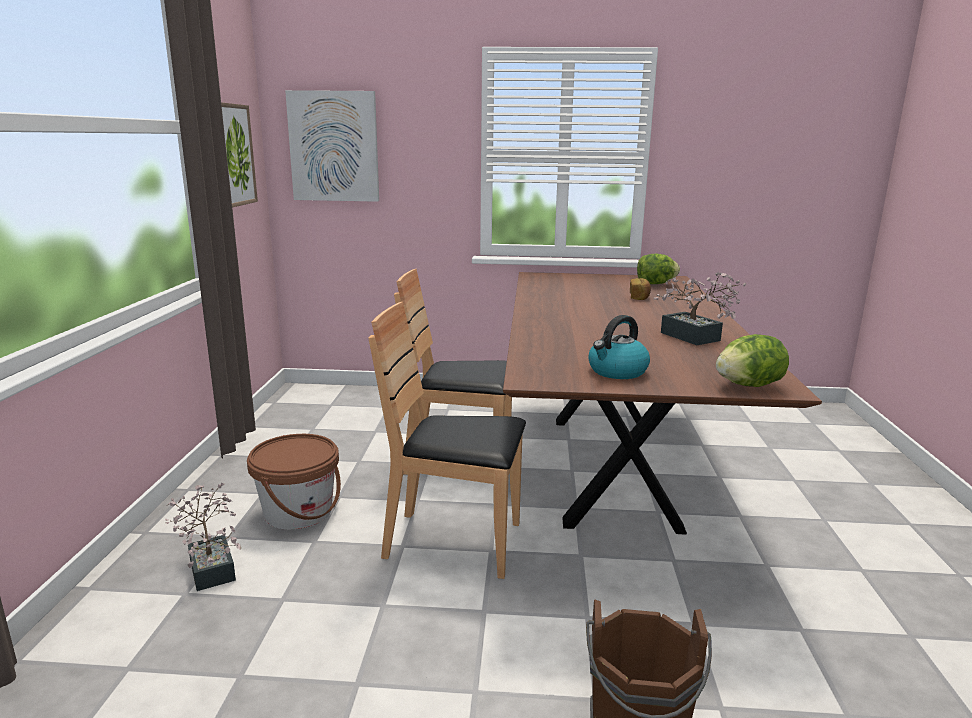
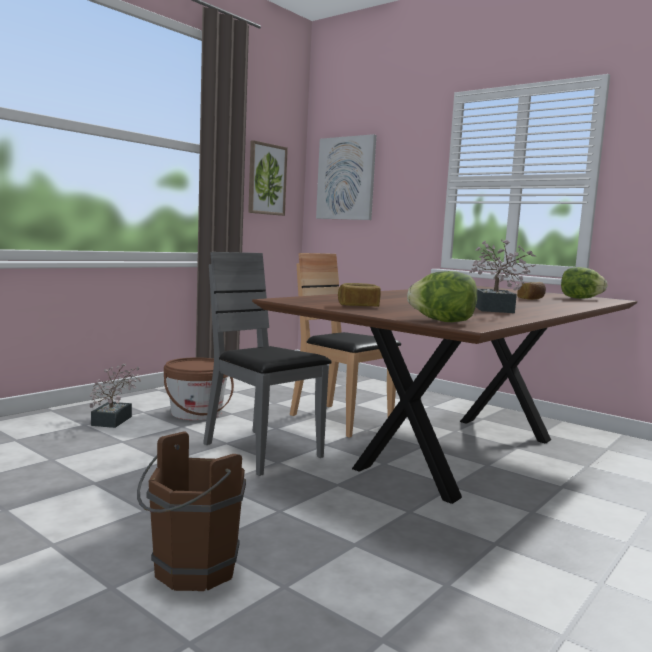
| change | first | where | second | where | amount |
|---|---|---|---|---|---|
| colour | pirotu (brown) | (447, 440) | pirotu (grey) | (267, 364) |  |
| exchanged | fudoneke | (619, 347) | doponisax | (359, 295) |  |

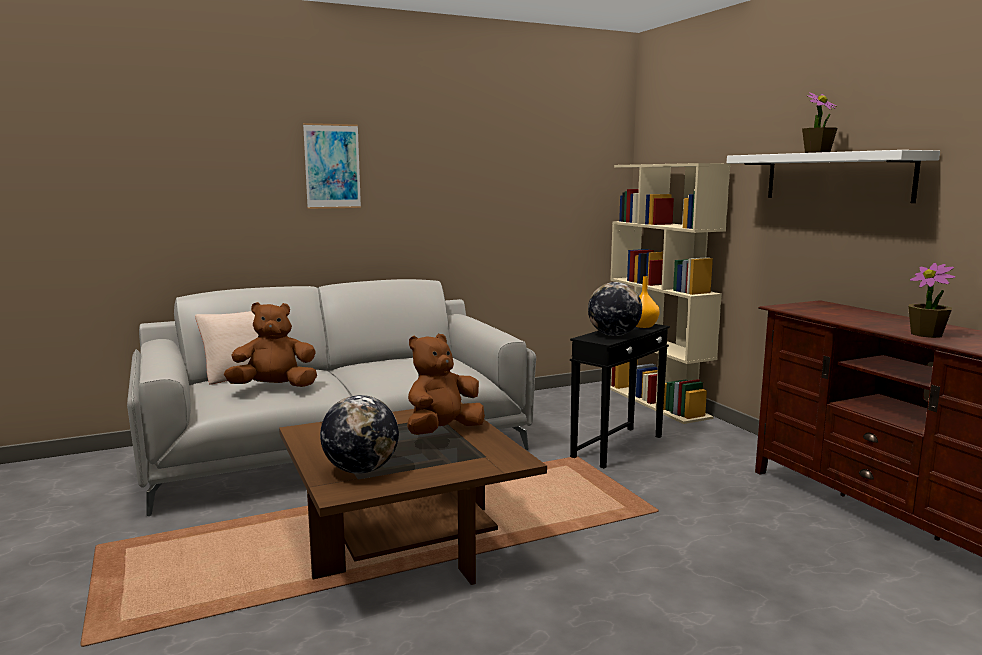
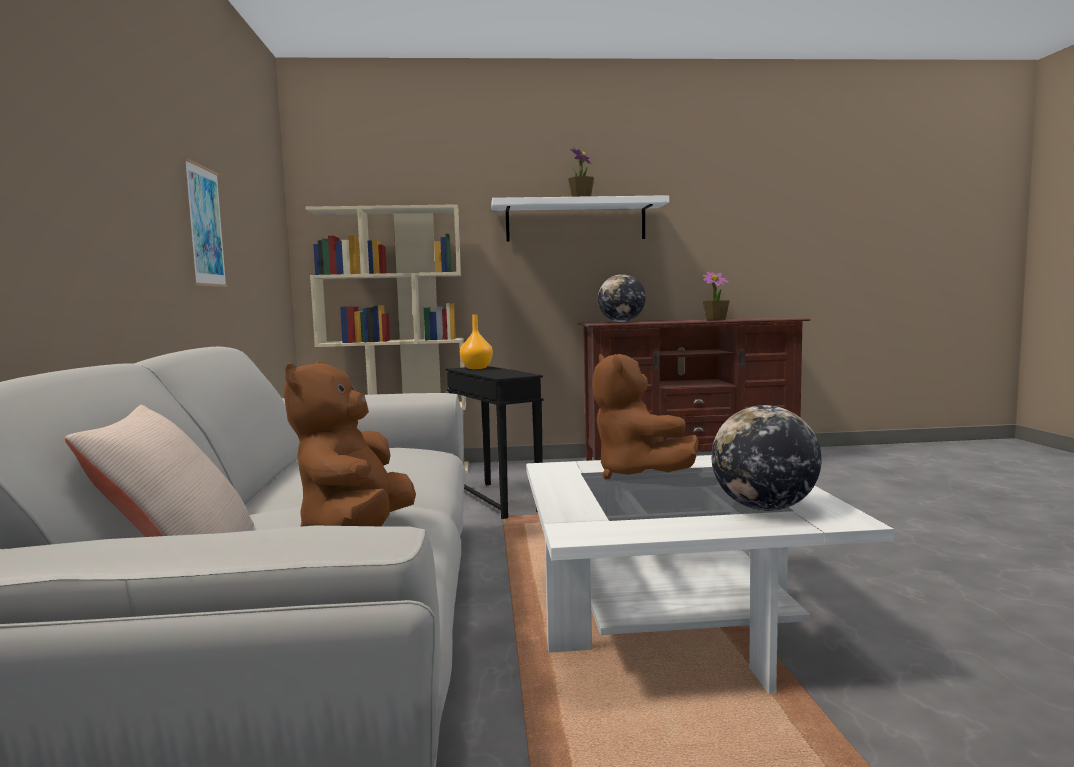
| change | first | where | second | where | amount |
|---|---|---|---|---|---|
| relocated | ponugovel | (332, 166) |  | (206, 222) |  |
| colour | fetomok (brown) | (413, 494) | fetomok (white) | (710, 574) |  |
| relocated | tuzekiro | (615, 309) |  | (621, 298) |  |

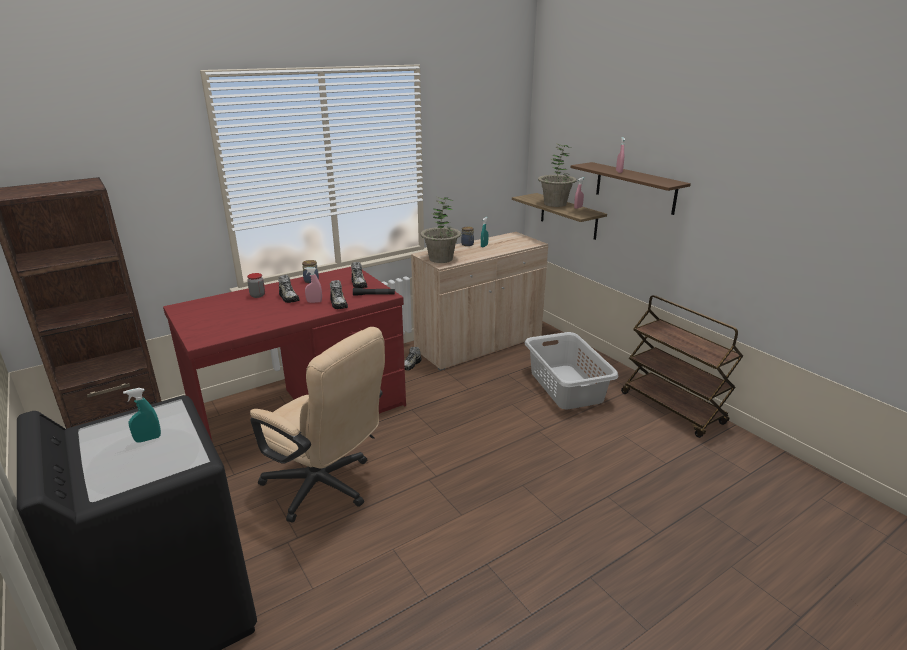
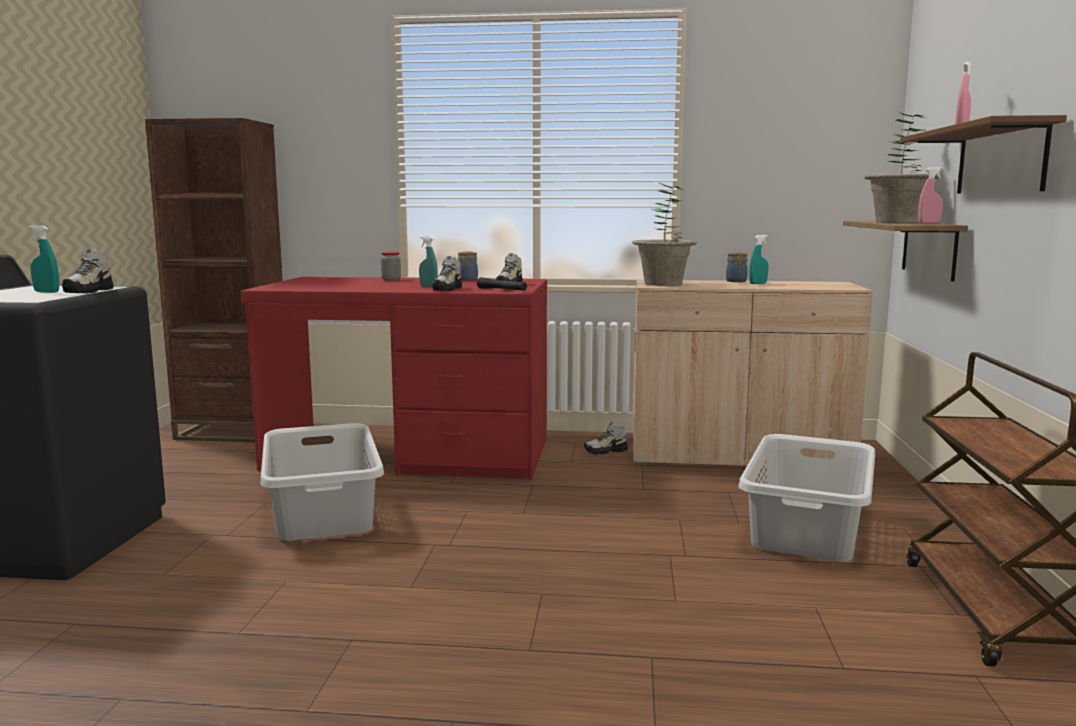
| change | first | where | second | where | amount |
|---|---|---|---|---|---|
| relocated | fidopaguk | (289, 289) |  | (88, 271) |  |
| exchanged | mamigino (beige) | (317, 425) | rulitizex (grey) | (322, 482) |  |
| colour | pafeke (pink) | (313, 285) | pafeke (turquoise) | (428, 261) |  |

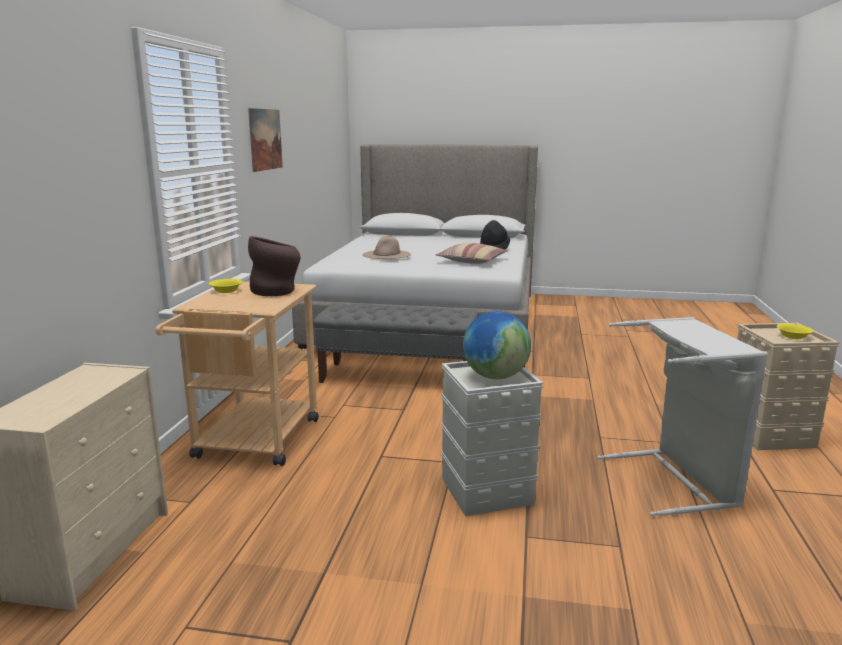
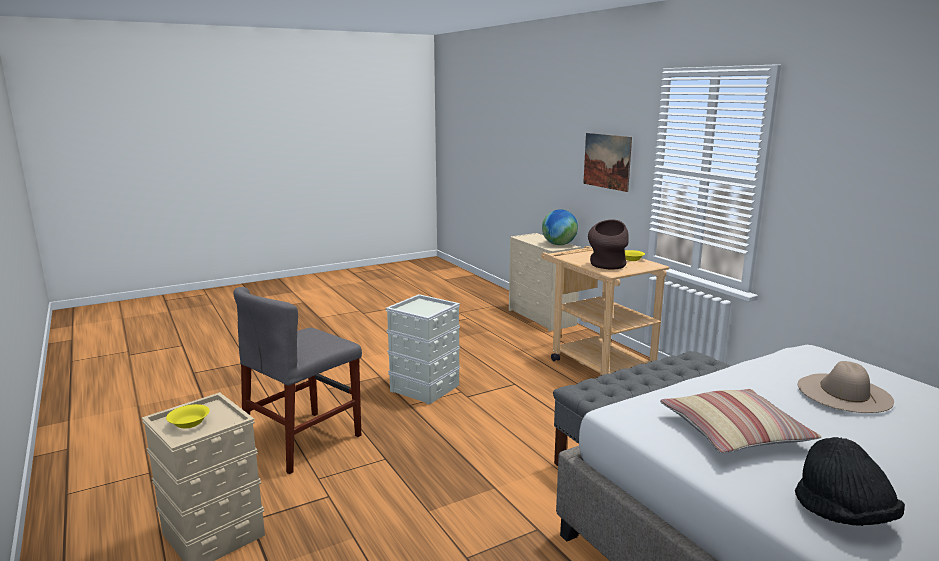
| change | first | where | second | where | amount |
|---|---|---|---|---|---|
| exchanged | rulitizex (grey) | (682, 416) | pirotu (grey) | (297, 380) |  |
| relocated | tuzekiro | (497, 345) |  | (560, 227) |  |
| relocated | ponugovel | (265, 140) |  | (607, 162) |  |

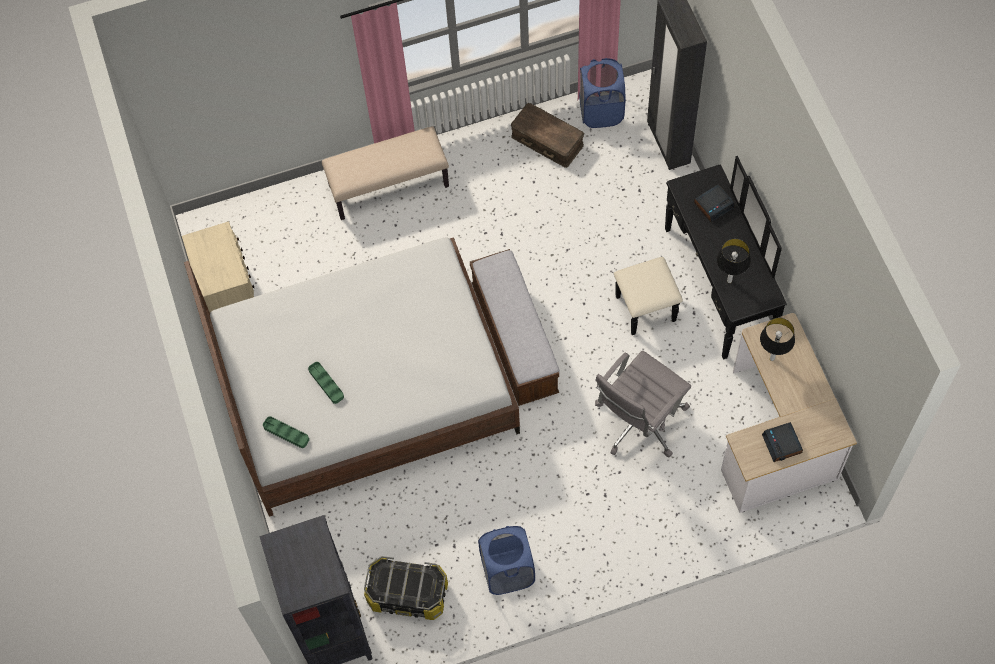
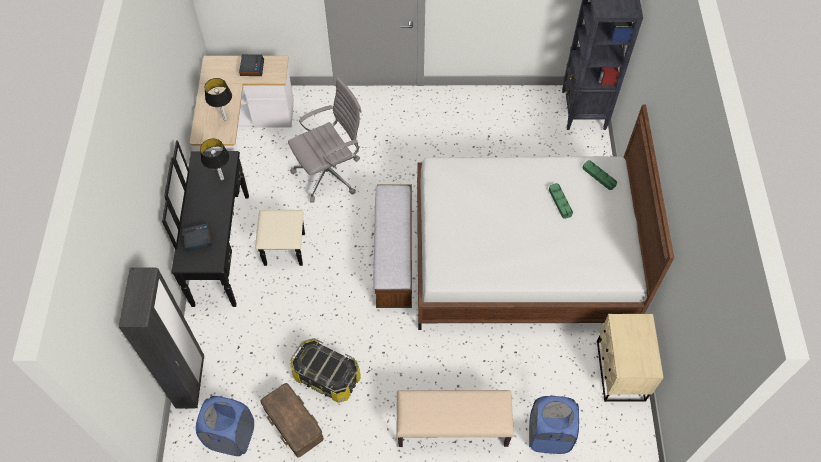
| change | first | where | second | where | amount |
|---|---|---|---|---|---|
| relocated | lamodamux | (406, 588) |  | (325, 370) |  |
| relocated | rulitizex (blue) | (506, 560) |  | (554, 424) |  |

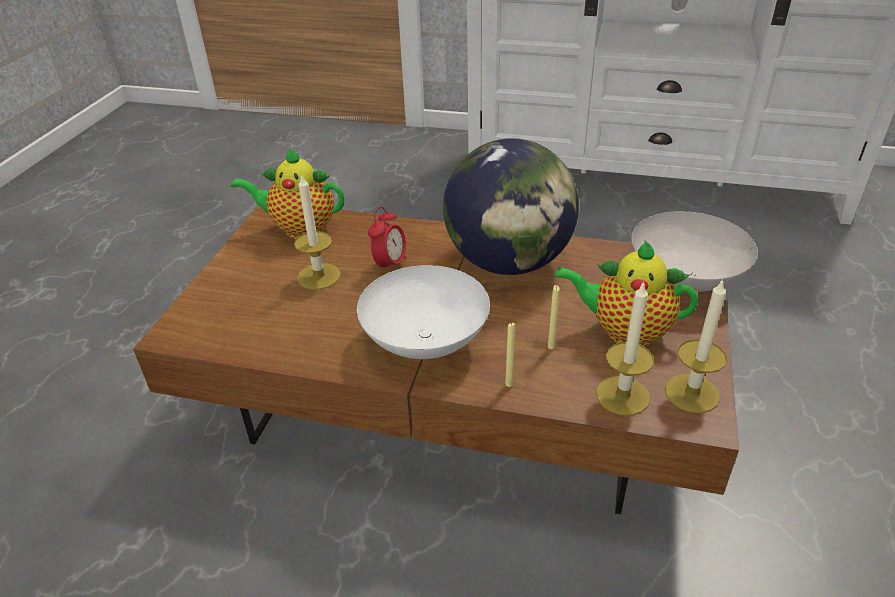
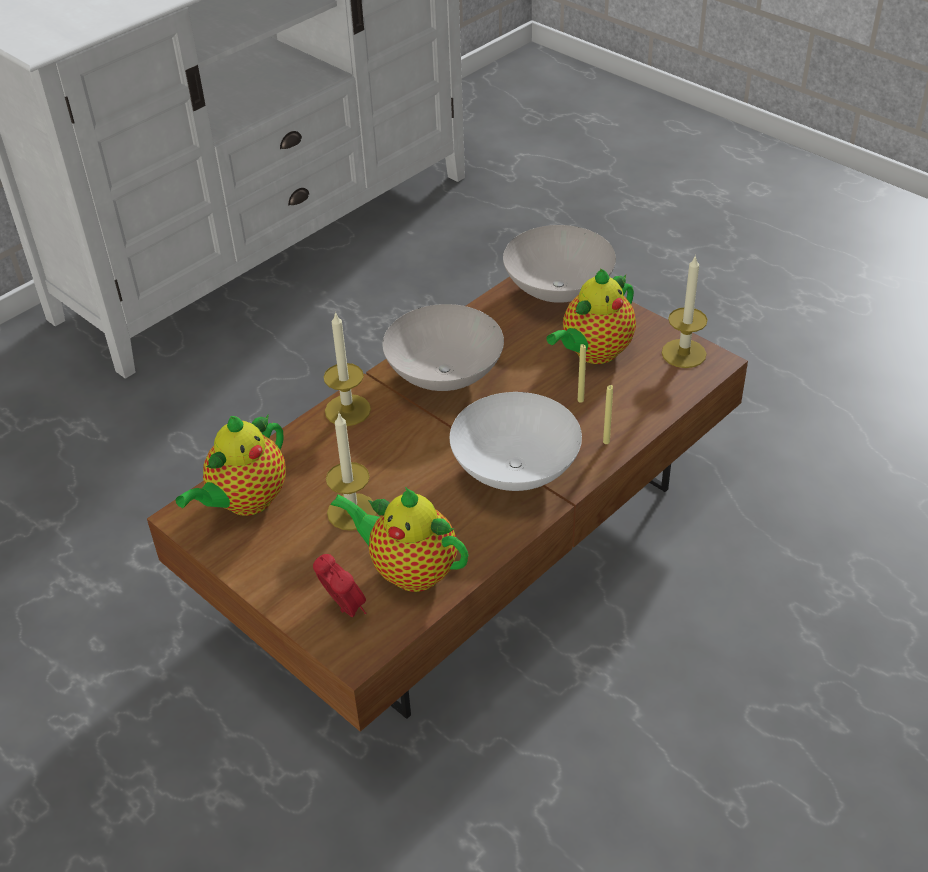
| change | first | where | second | where | amount |
|---|---|---|---|---|---|
| relocated | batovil | (387, 239) |  | (340, 585) |  |
| relocated | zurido | (625, 348) |  | (347, 368) |  |
| appeared |  |  | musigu | (399, 539) |  |
| exchanged | tuzekiro | (511, 206) | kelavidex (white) | (443, 347) |  |

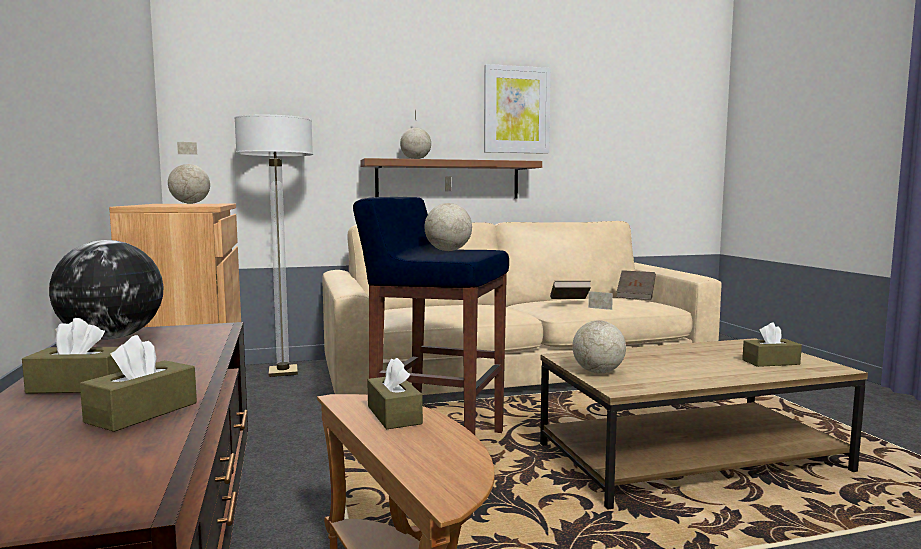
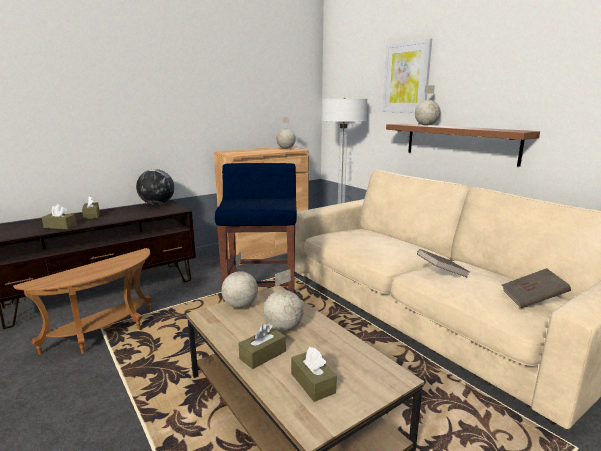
| change | first | where | second | where | amount |
|---|---|---|---|---|---|
| relocated | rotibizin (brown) | (395, 393) |  | (262, 346) |  |
| relocated | tuzekiro | (448, 213) |  | (283, 300) |  |
| relocated | ponugovel | (517, 109) |  | (407, 75) |  |

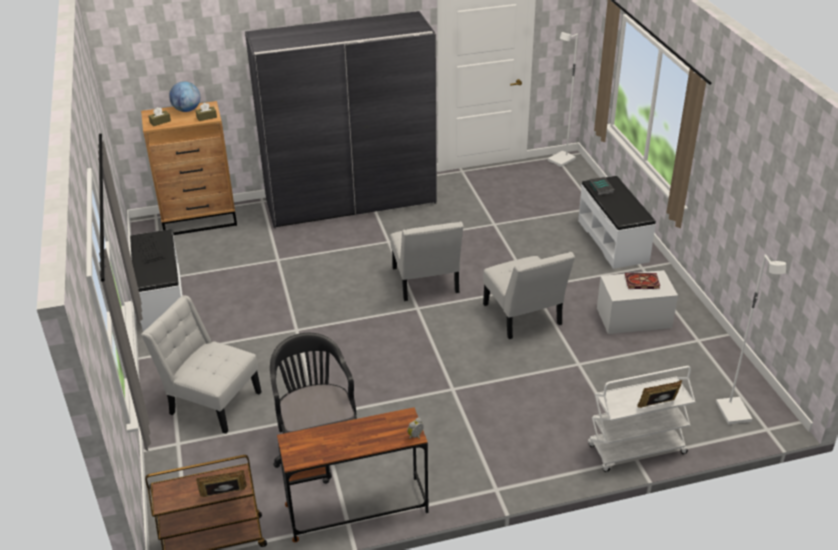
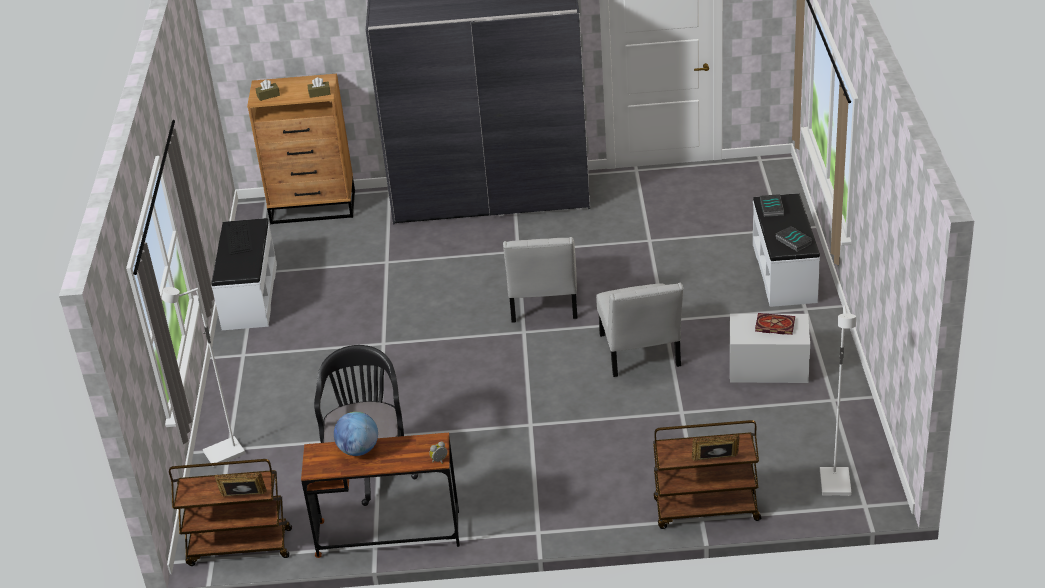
| change | first | where | second | where | amount |
|---|---|---|---|---|---|
| relocated | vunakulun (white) | (563, 99) |  | (203, 377) |  |
| relocated | tuzekiro | (184, 96) |  | (356, 434) |  |
| colour | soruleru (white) | (641, 419) | soruleru (brown) | (707, 474) |  |
| appeared |  |  | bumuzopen | (794, 238) |  |
| missing | pirotu (white) | (201, 364) |  |  |  |

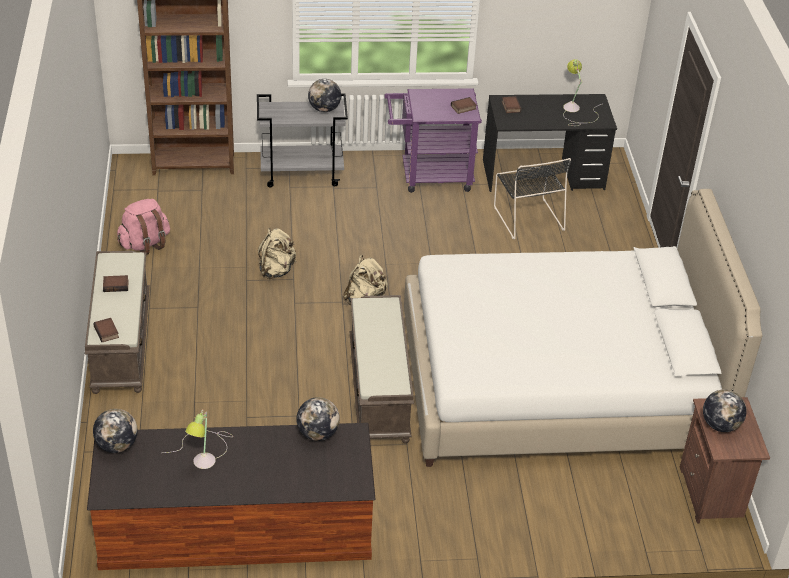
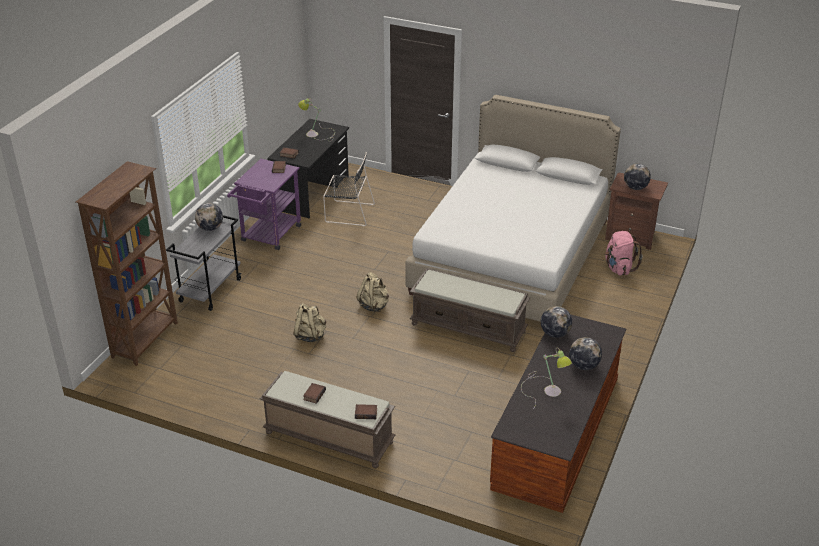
| change | first | where | second | where | amount |
|---|---|---|---|---|---|
| relocated | tuzekiro | (115, 431) |  | (585, 353) |  |
| relocated | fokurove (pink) | (143, 227) |  | (624, 253) |  |

